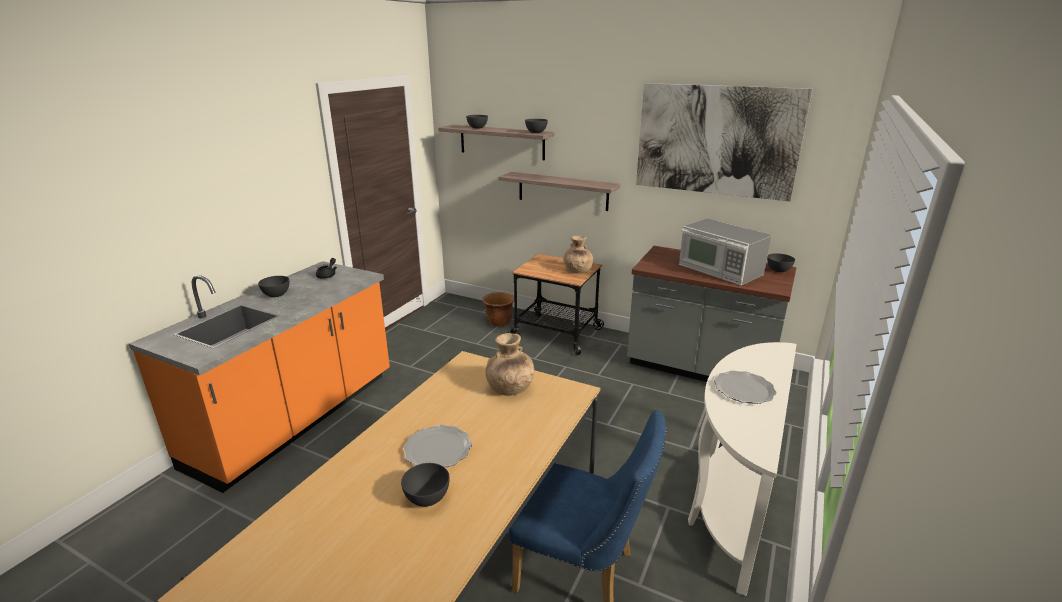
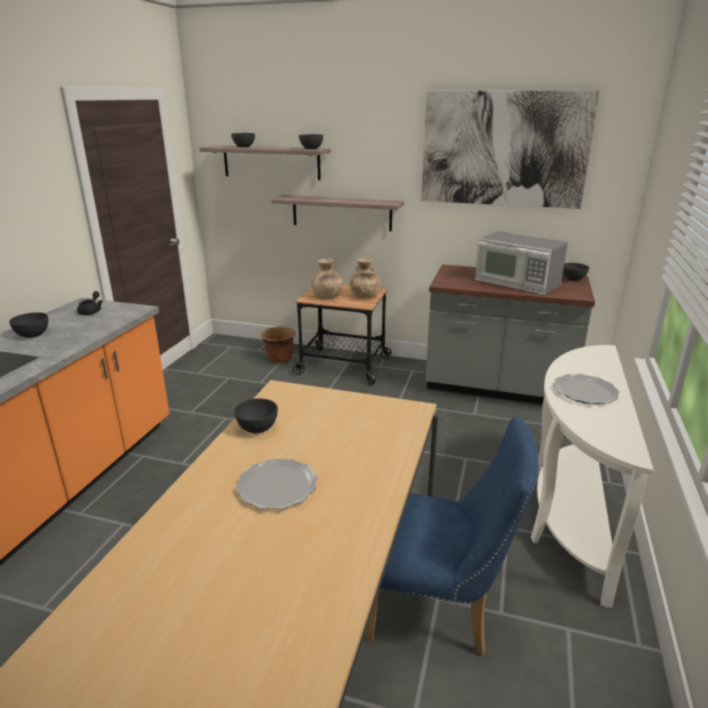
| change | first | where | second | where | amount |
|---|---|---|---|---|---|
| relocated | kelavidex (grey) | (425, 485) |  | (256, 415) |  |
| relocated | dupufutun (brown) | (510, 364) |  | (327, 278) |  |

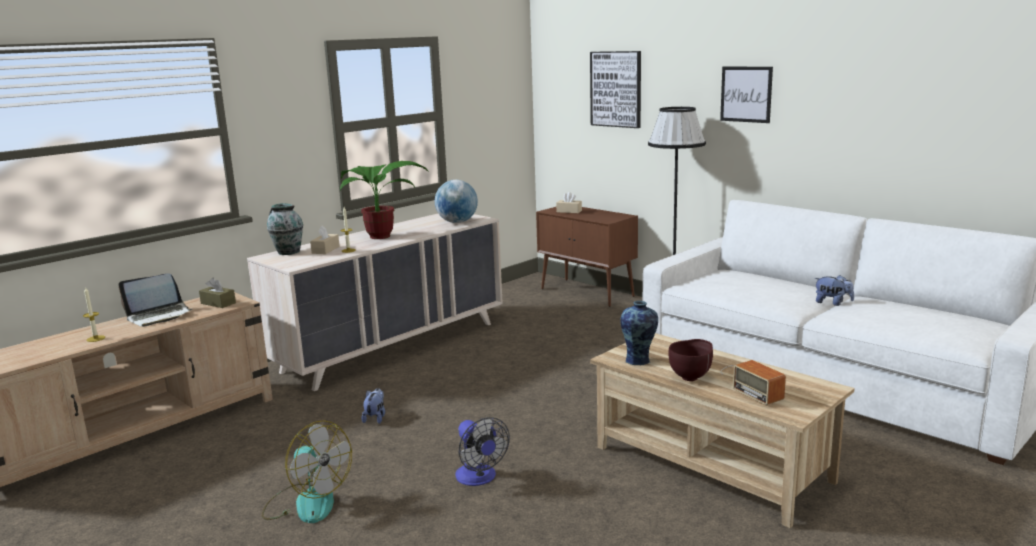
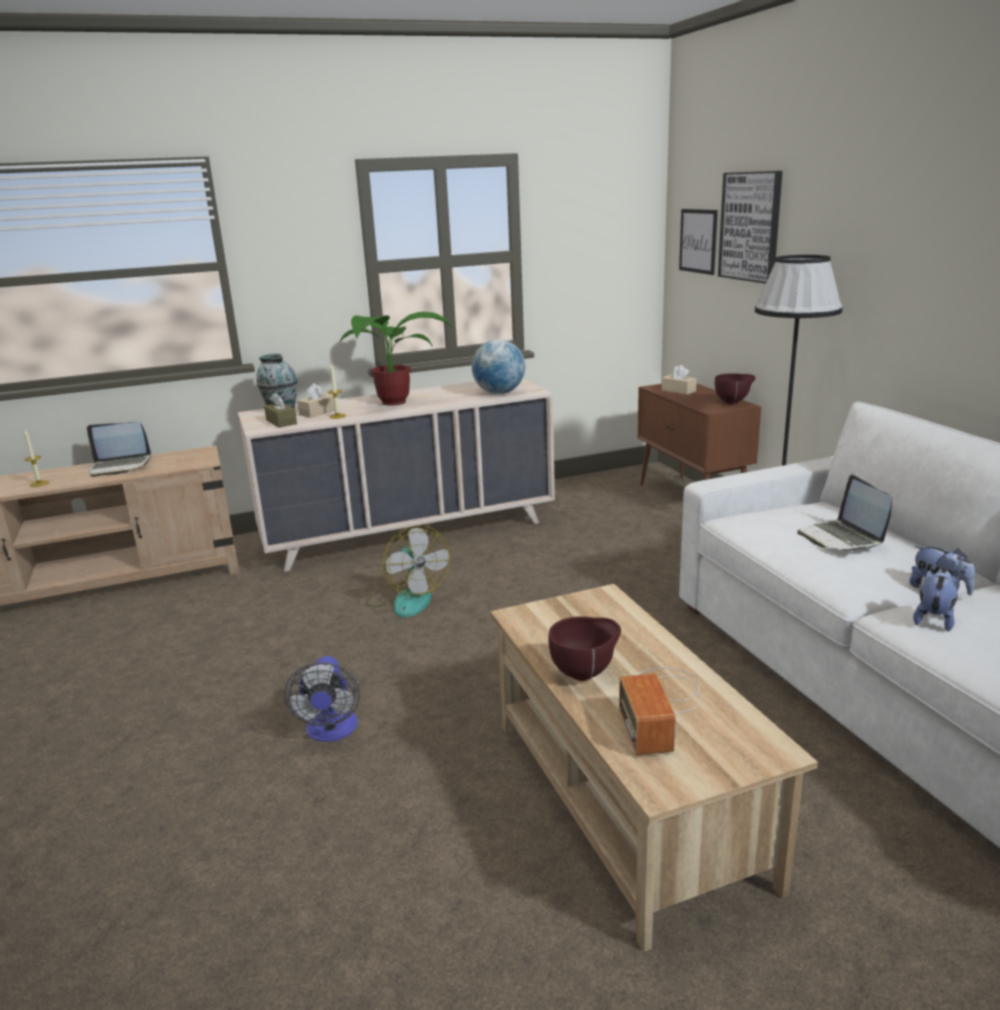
| change | first | where | second | where | amount |
|---|---|---|---|---|---|
| relocated | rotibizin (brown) | (217, 293) |  | (280, 410) |  |
| relocated | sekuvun | (307, 471) |  | (408, 571) |  |
| relocated | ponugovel | (746, 95) |  | (698, 242) |  |
| appeared |  |  | kelavidex (brown) | (735, 388) |  |
| appeared |  |  | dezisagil | (844, 513) |  |
| relocated | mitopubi | (373, 406) |  | (936, 600) |  |
| missing | dupufutun | (639, 333) |  |  |  |

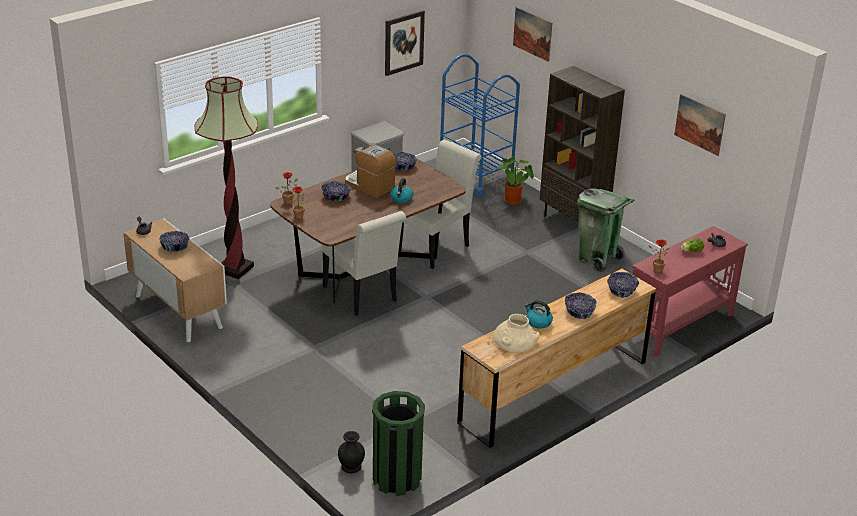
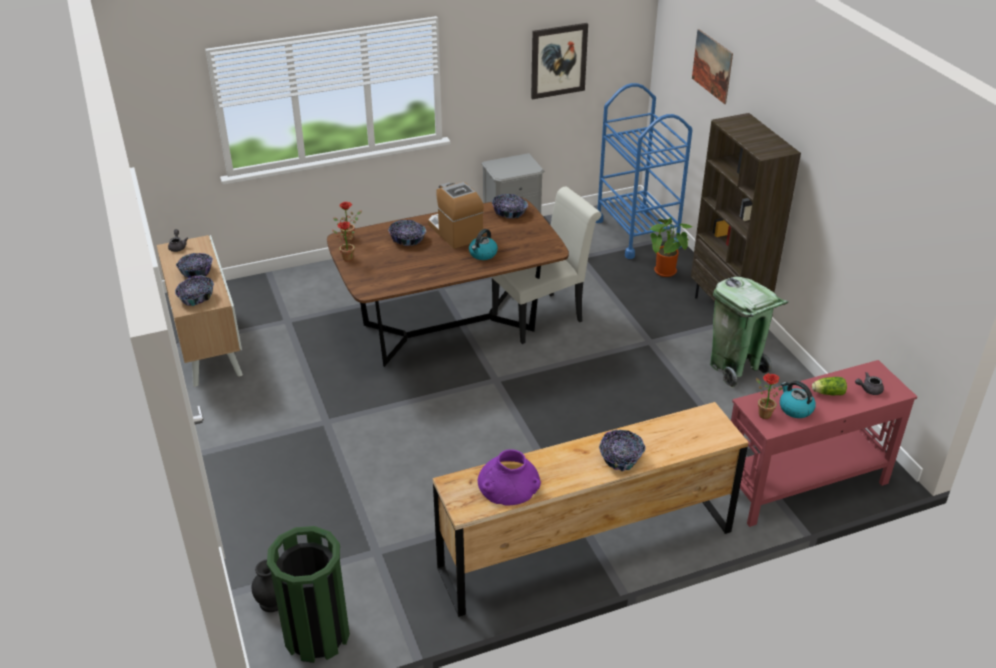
| change | first | where | second | where | amount |
|---|---|---|---|---|---|
| relocated | kelavidex | (623, 285) |  | (194, 291) |  |
| colour | dupufutun (beige) | (516, 333) | dupufutun (purple) | (509, 477) |  |
| relocated | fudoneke | (539, 314) |  | (798, 399) |  |
| missing | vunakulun | (226, 177) |  |  |  |
| missing | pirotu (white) | (363, 263) |  |  |  |
| missing | ponugovel | (700, 125) |  |  |  |

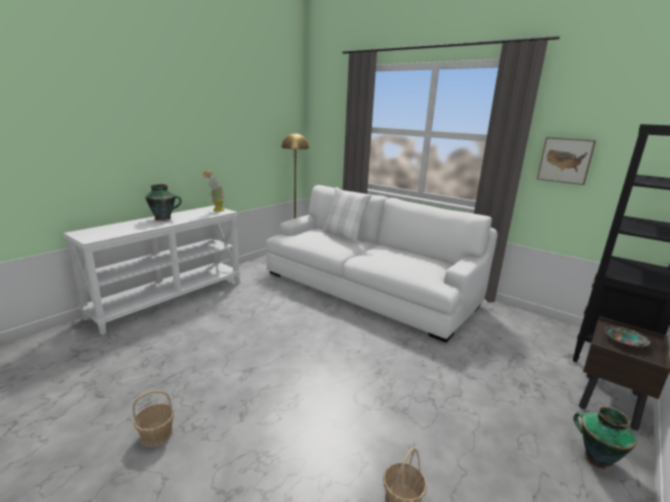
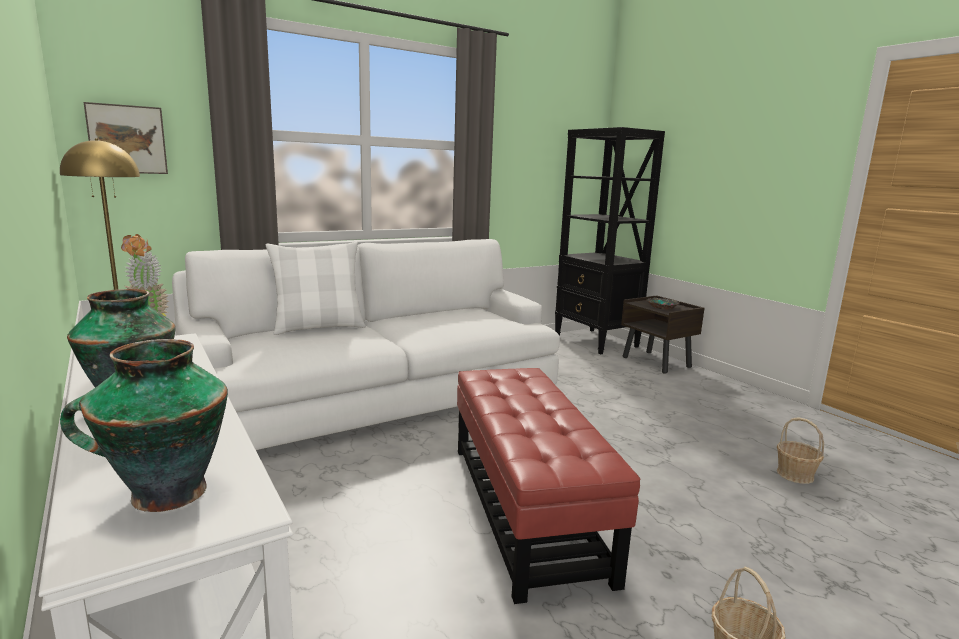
| change | first | where | second | where | amount |
|---|---|---|---|---|---|
| relocated | dupufutun | (605, 438) |  | (144, 425) |  |
| relocated | ponugovel | (566, 161) |  | (126, 138) |  |
| appeared |  |  | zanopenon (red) | (548, 486) |  |

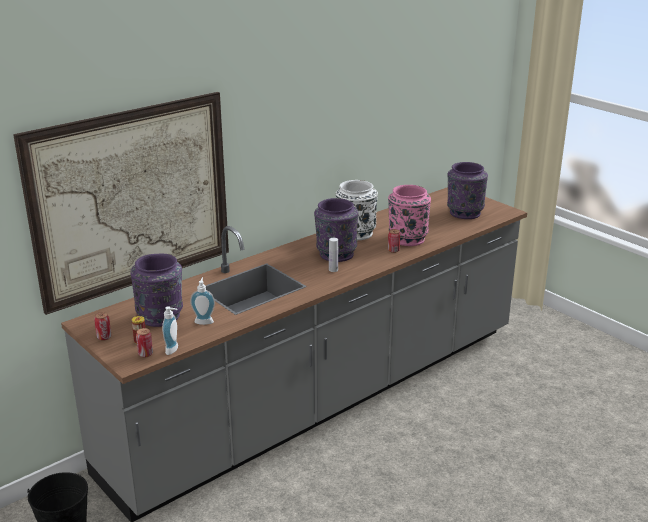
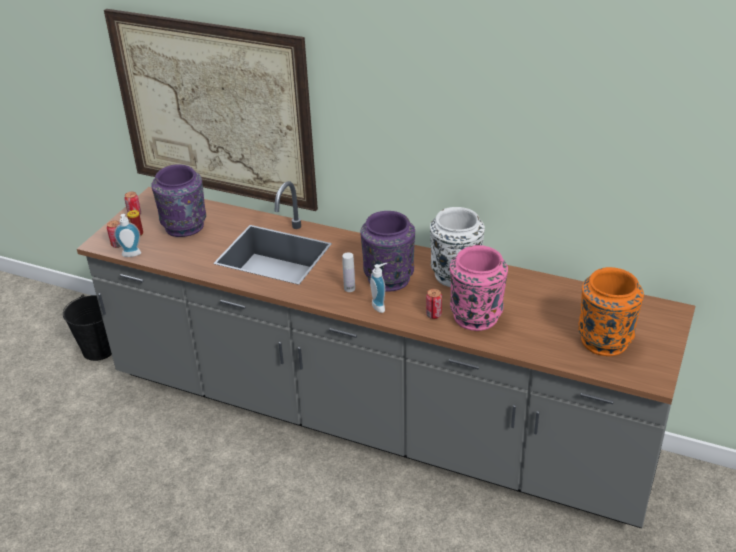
| change | first | where | second | where | amount |
|---|---|---|---|---|---|
| relocated | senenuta | (202, 301) |  | (378, 288) |  |
| colour | dupufutun (purple) | (467, 190) | dupufutun (orange) | (611, 311) |  |

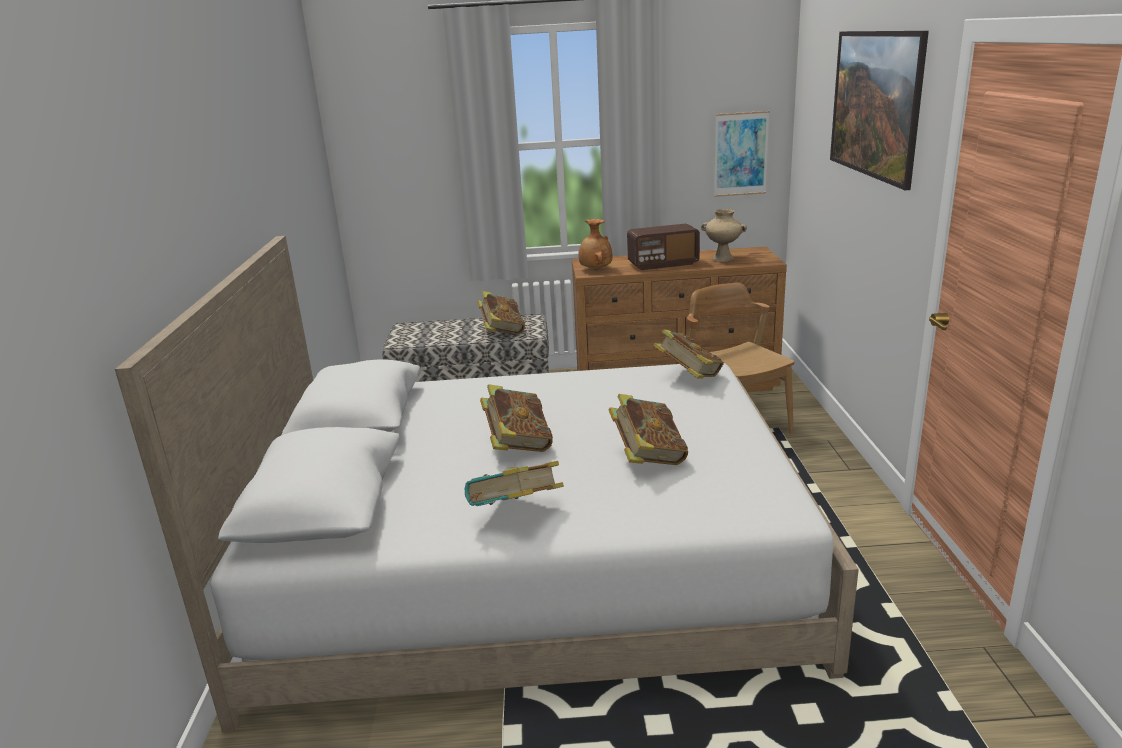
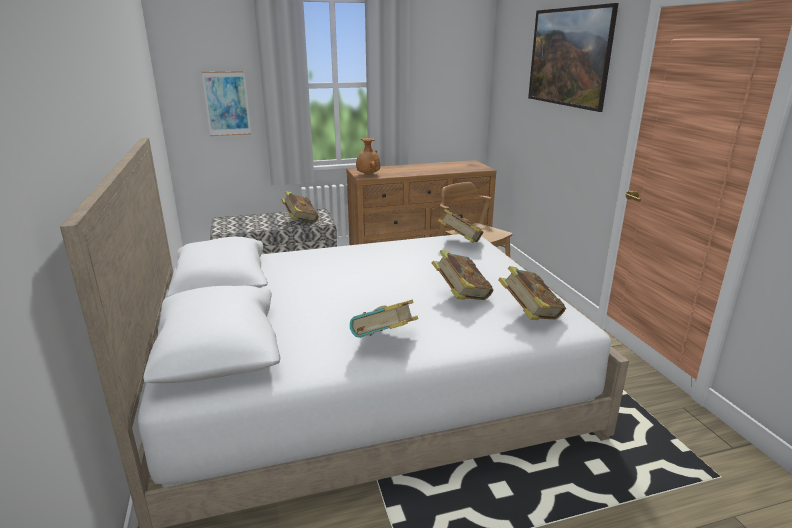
| change | first | where | second | where | amount |
|---|---|---|---|---|---|
| relocated | ponugovel | (742, 154) |  | (226, 103) |  |
| relocated | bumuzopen | (516, 418) |  | (532, 293) |  |
| missing | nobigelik | (663, 246) |  |  |  |
| missing | dupufutun (beige) | (724, 235) |  |  |  |

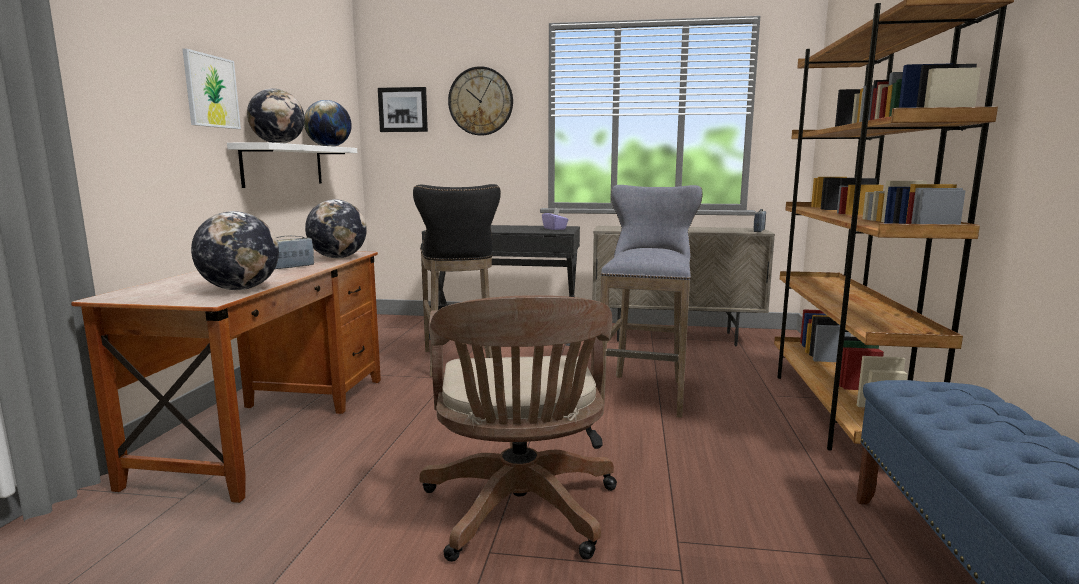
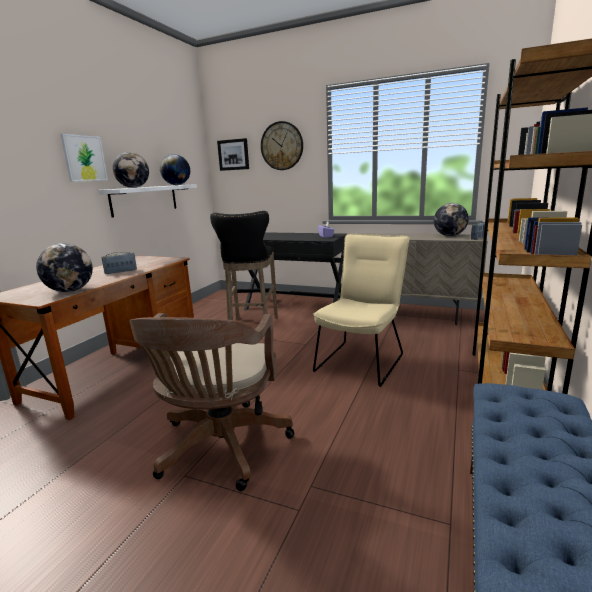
| change | first | where | second | where | amount |
|---|---|---|---|---|---|
| exchanged | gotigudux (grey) | (651, 301) | pirotu (beige) | (361, 310) |  |
| relocated | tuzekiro | (336, 228) |  | (451, 219) |  |

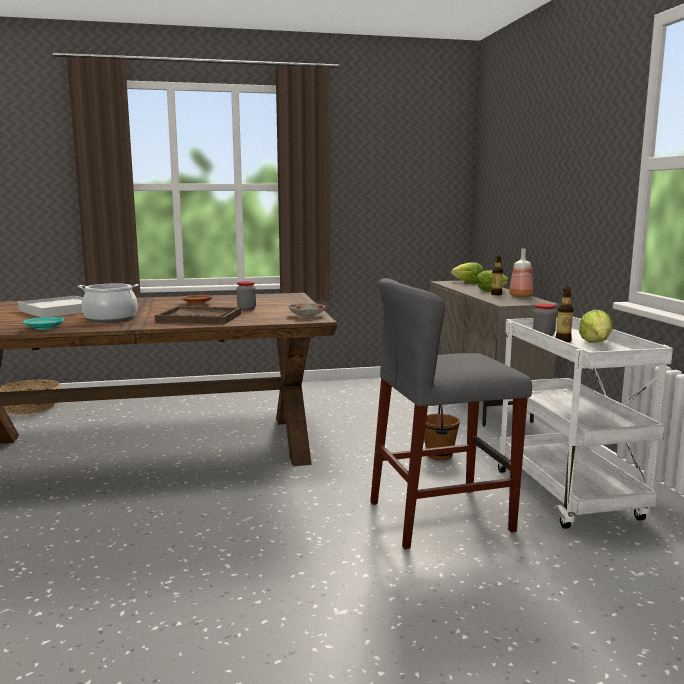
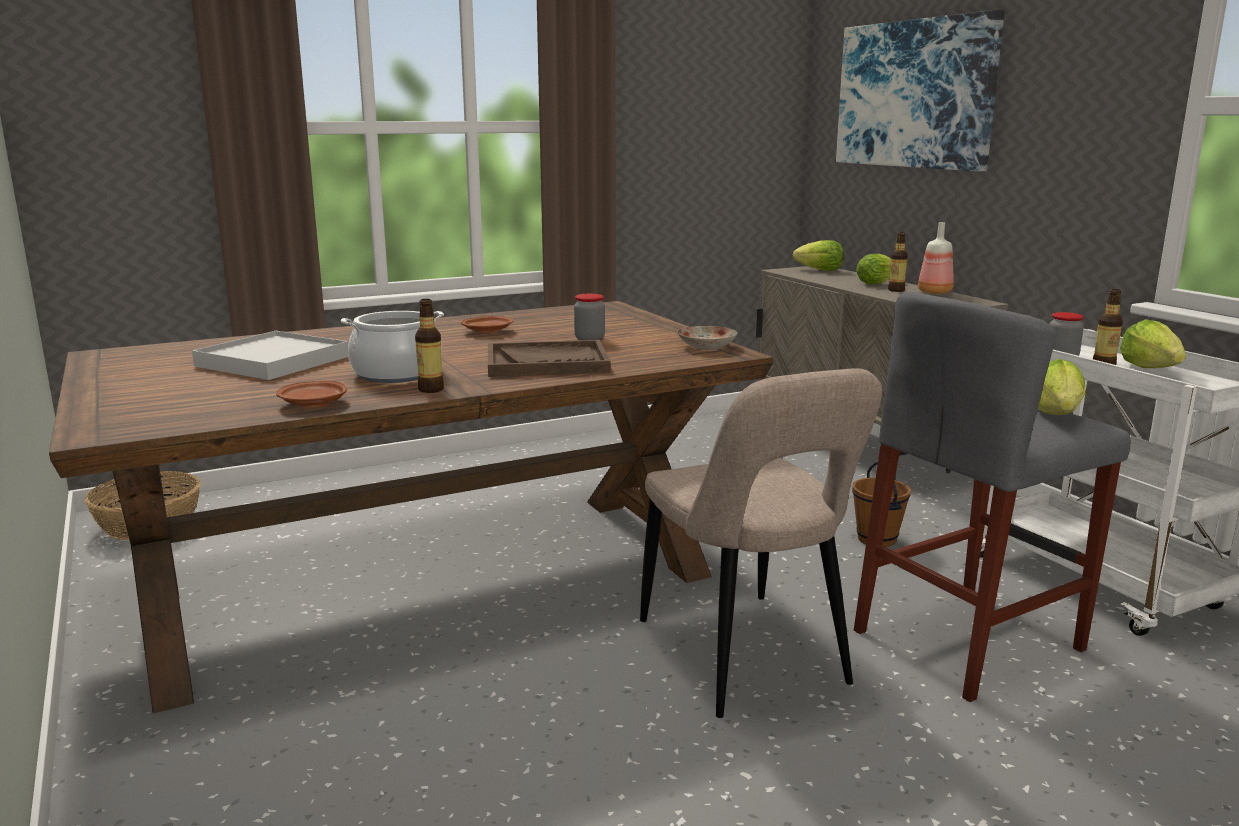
| change | first | where | second | where | amount |
|---|---|---|---|---|---|
| colour | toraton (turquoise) | (43, 323) | toraton (brown) | (311, 394) |  |
| appeared |  |  | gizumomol | (429, 346) |  |
| appeared |  |  | pirotu (beige) | (761, 543) |  |
| appeared |  |  | ponugovel | (920, 90) |  |
| appeared |  |  | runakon | (1062, 387) |  |

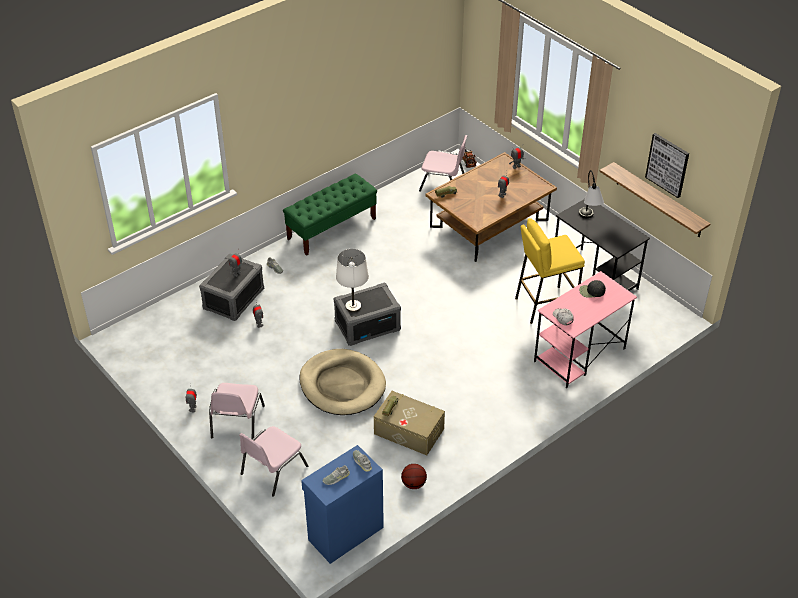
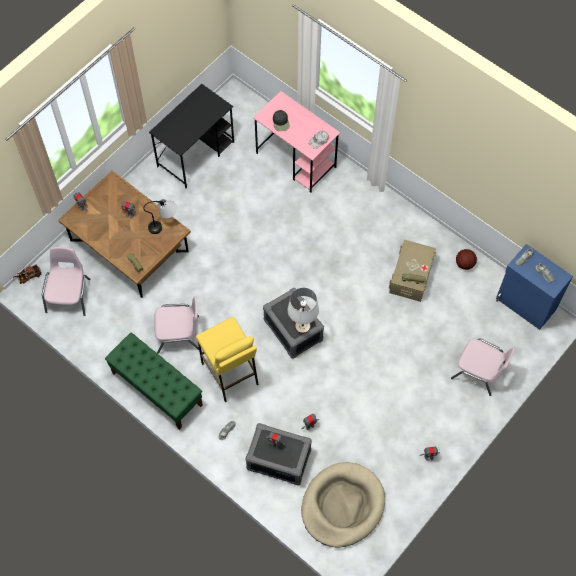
| change | first | where | second | where | amount |
|---|---|---|---|---|---|
| relocated | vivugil | (591, 194) |  | (160, 216) |  |
| relocated | pirotu (pink) | (237, 411) |  | (176, 325) |  |
| relocated | gotigudux (yellow) | (550, 271) |  | (227, 359) |  |
| relocated | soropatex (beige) | (342, 382) |  | (343, 505) |  |
| missing | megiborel | (655, 199) |  |  |  |
| missing | ponugovel | (667, 165) |  |  |  |

